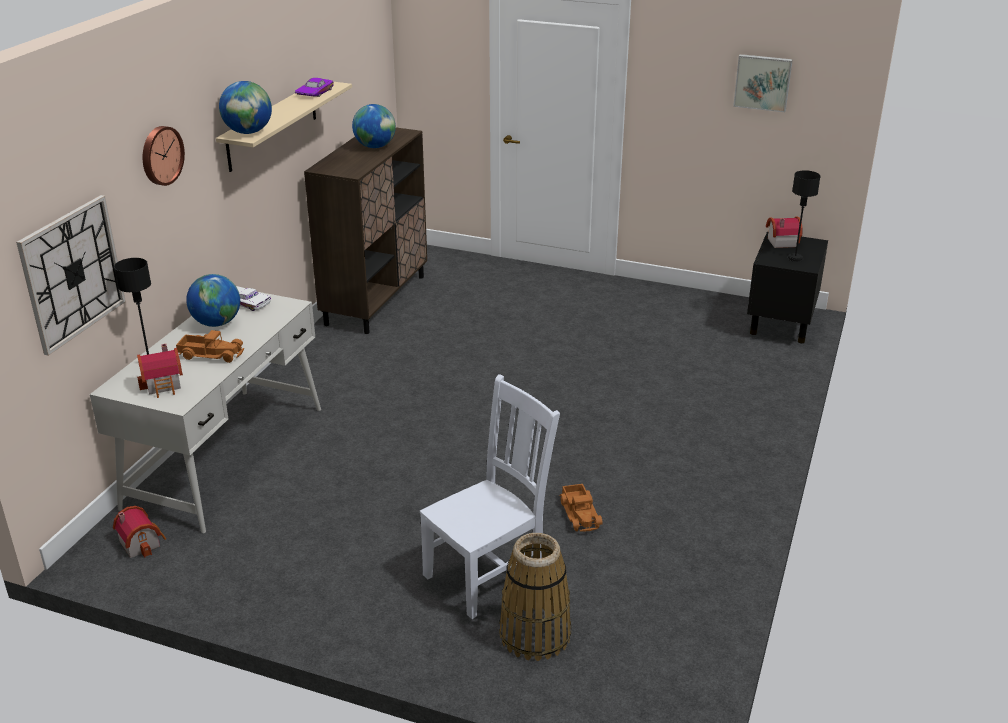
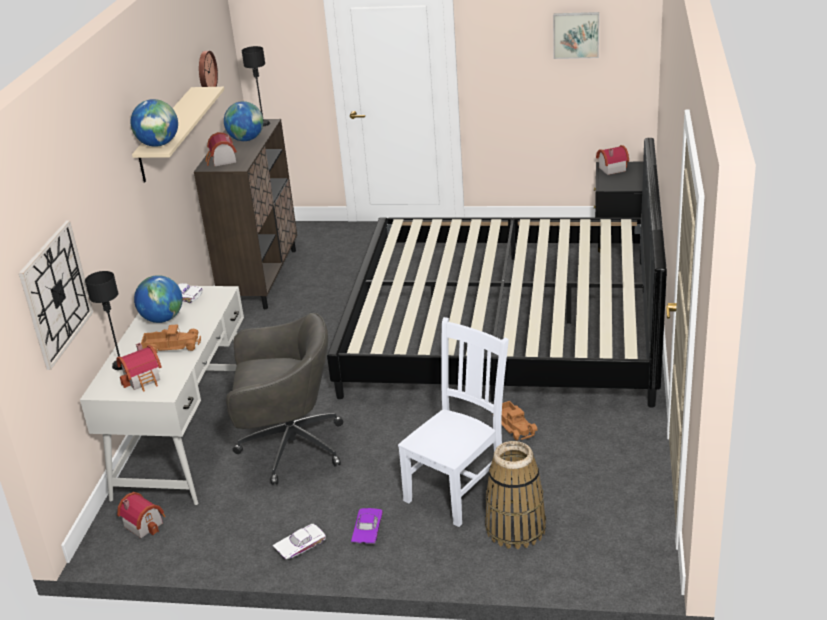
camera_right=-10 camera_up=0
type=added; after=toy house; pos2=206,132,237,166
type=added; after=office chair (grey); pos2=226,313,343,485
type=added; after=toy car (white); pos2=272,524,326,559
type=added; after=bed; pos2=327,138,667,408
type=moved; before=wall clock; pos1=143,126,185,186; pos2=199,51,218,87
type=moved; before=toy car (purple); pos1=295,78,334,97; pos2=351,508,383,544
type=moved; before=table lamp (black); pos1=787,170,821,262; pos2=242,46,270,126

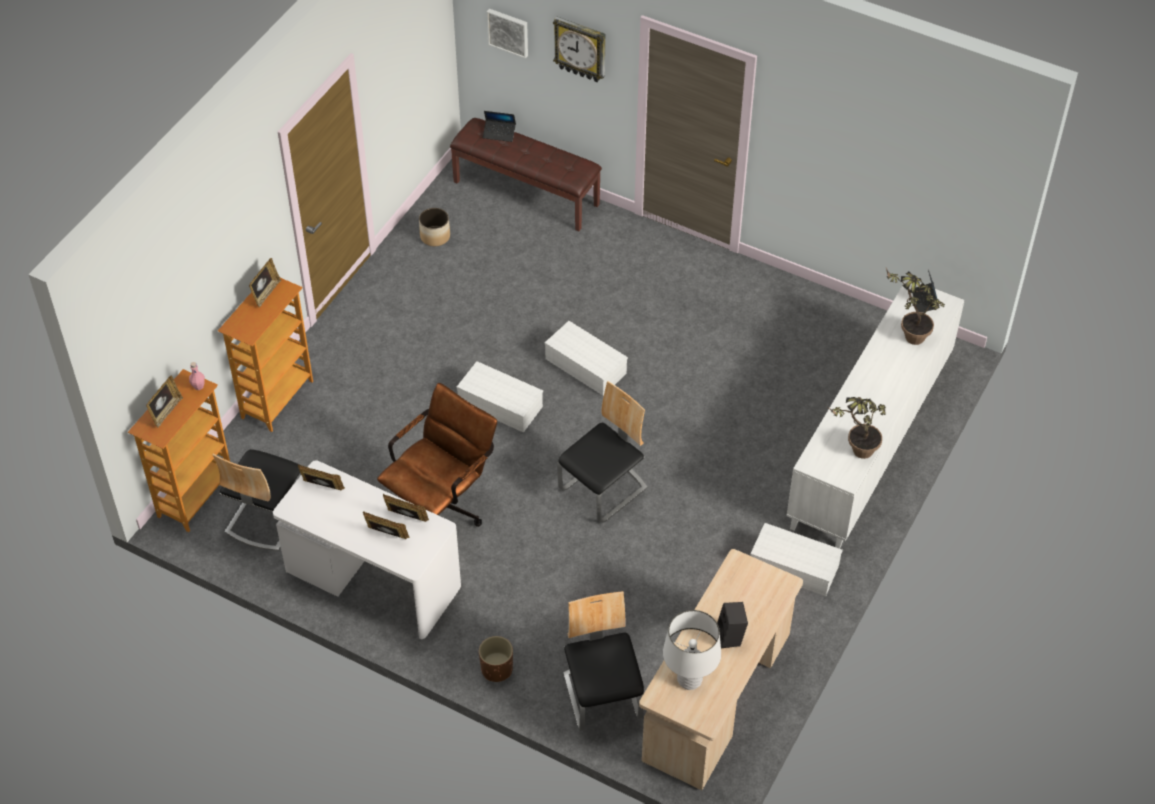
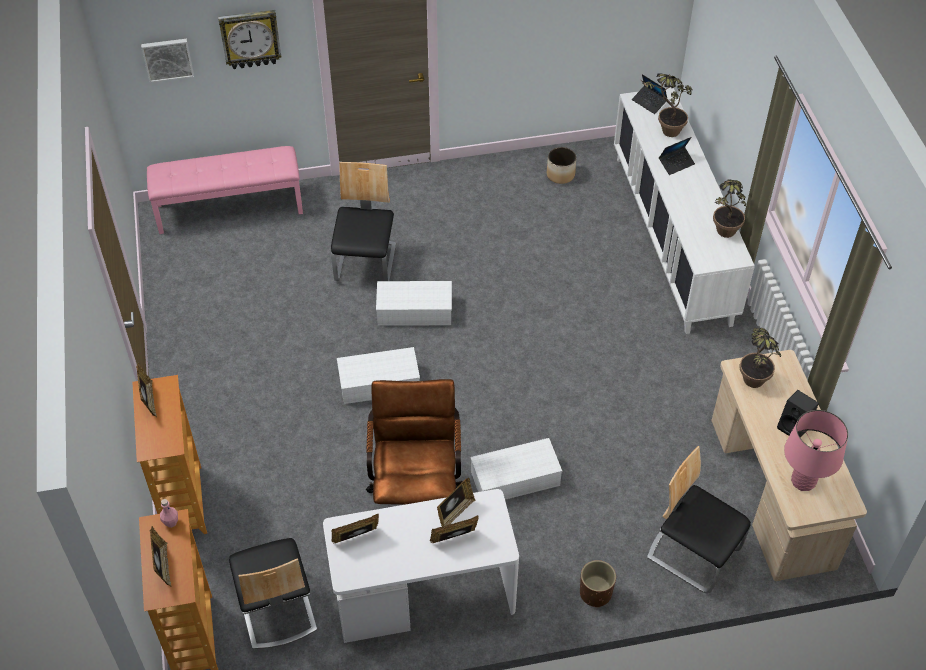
camera_right=-40 camera_up=0
type=added; after=potted plant; pos2=739,328,781,388
type=moved; before=planter; pos1=419,208,450,246; pos2=547,147,576,184
type=moved; before=laptop; pos1=483,111,516,142; pos2=659,137,695,175
type=moved; before=chair; pos1=557,381,648,523; pos2=331,162,396,281
type=moved; before=storage box (white); pos1=750,523,843,596; pos2=471,438,562,500
type=recoloured; before=bench (brown); after=bench (pink); pos1=450,118,602,231; pos2=147,146,303,234
type=recoloured; before=table lamp (white); after=table lamp (pink); pos1=663,610,721,690; pos2=784,410,848,491
type=turned; before=picture frame; pos1=383,494,429,522; pos2=437,478,475,527; turn=150

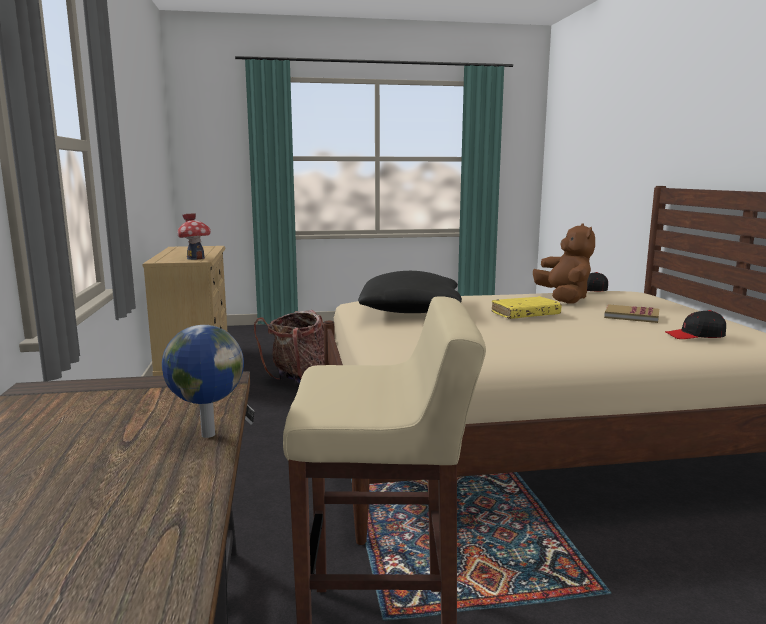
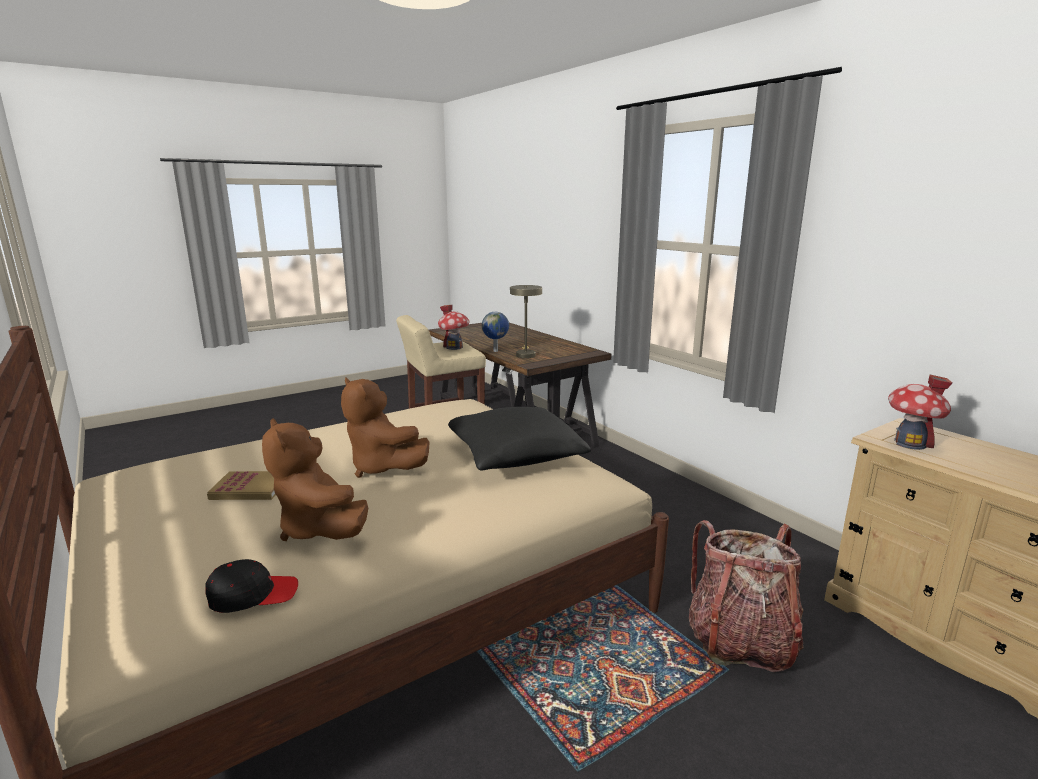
camera_right=155 camera_up=5
type=removed; before=cap (black); pos1=665,310,726,339
type=added; after=toy house; pos2=438,305,469,350
type=added; after=table lamp (beige); pos2=510,285,542,358
type=replaced; before=book (yellow); after=plush toy (brown); pos1=492,296,562,319; pos2=341,377,430,478

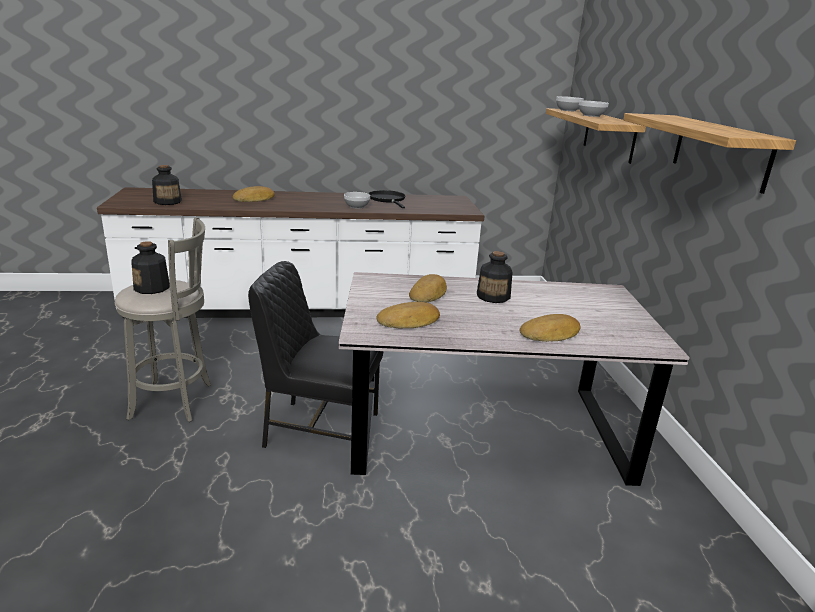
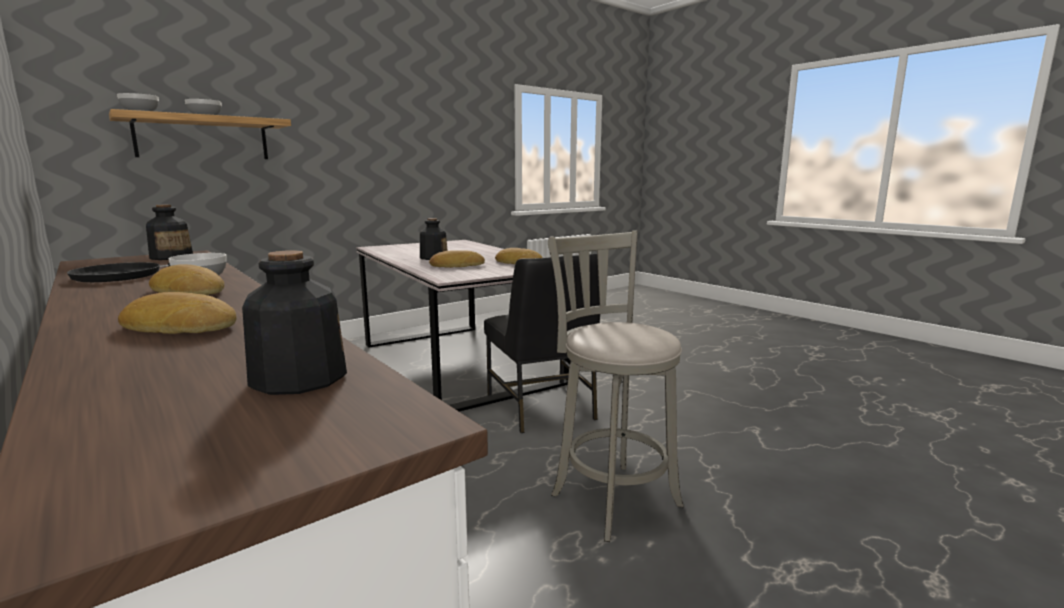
camera_right=-120 camera_up=-10
type=removed; before=shelf; pos1=623,113,796,194
type=moved; before=bottle; pos1=131,241,170,294; pos2=146,204,193,260
type=moved; before=bread; pos1=520,314,580,342; pos2=149,264,224,295

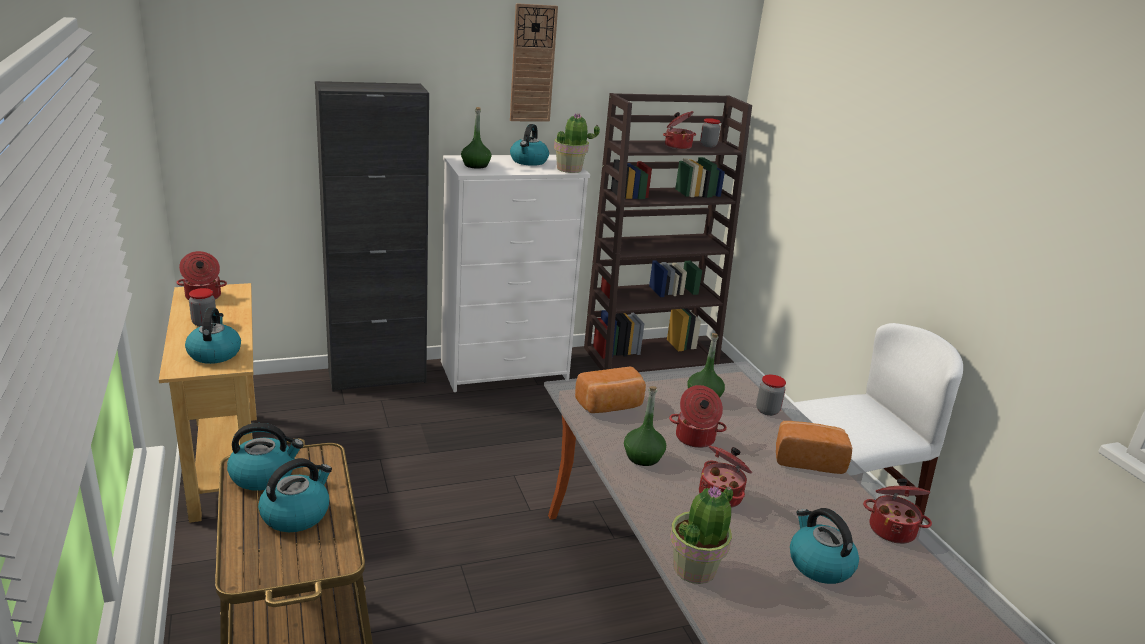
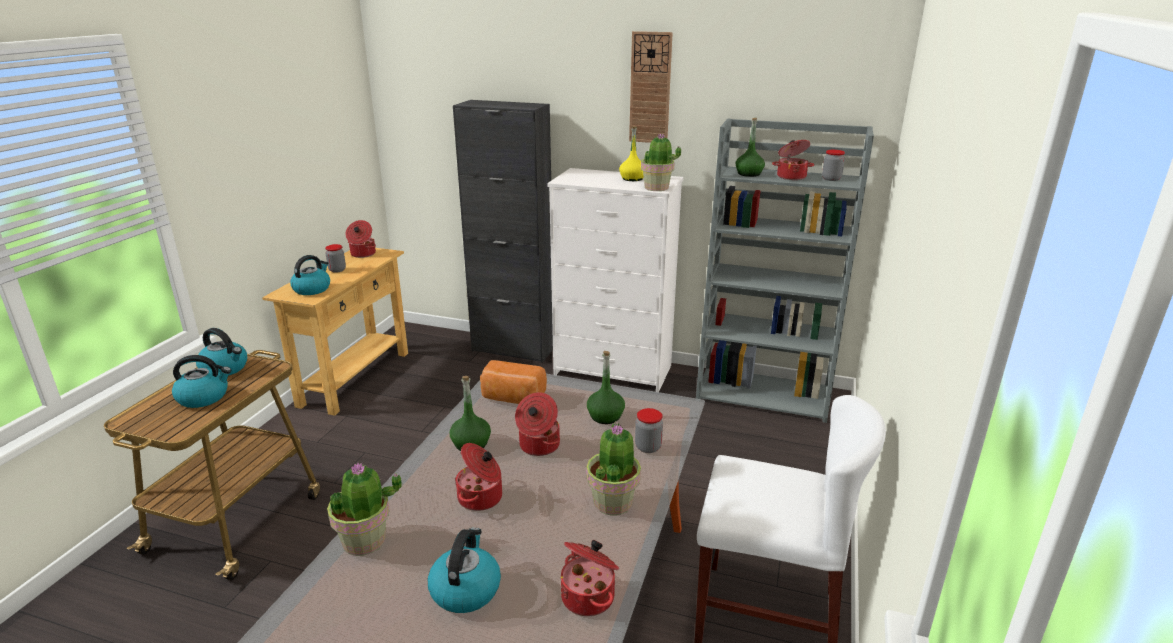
camera_right=40 camera_up=0
type=moved; before=bottle (green); pos1=461,107,492,169; pos2=735,118,765,177
type=replaced; before=kettle; after=bottle (yellow); pos1=510,124,549,166; pos2=619,126,644,181
type=replaced; before=bread; after=potted plant; pos1=776,421,852,474; pos2=586,422,641,516
type=recoloured; before=bookcase (brown); after=bookcase (grey); pos1=584,93,752,372; pos2=696,119,874,423

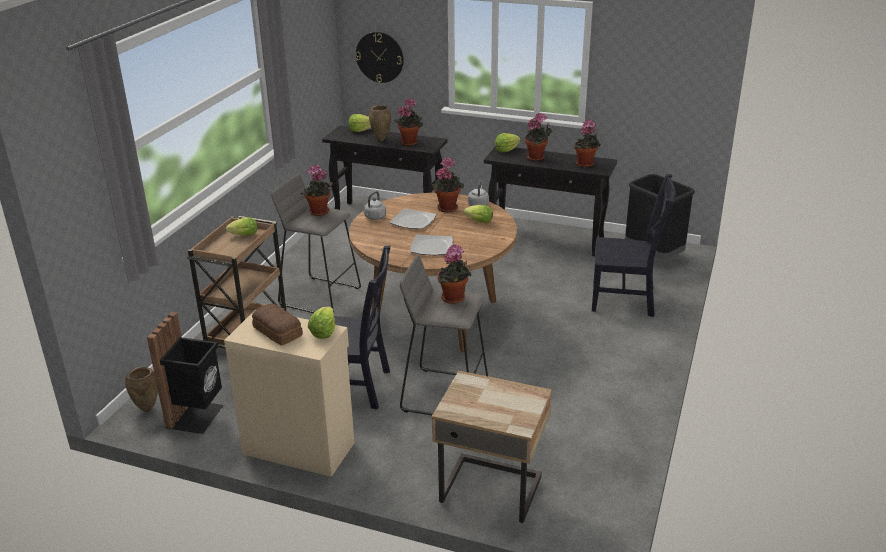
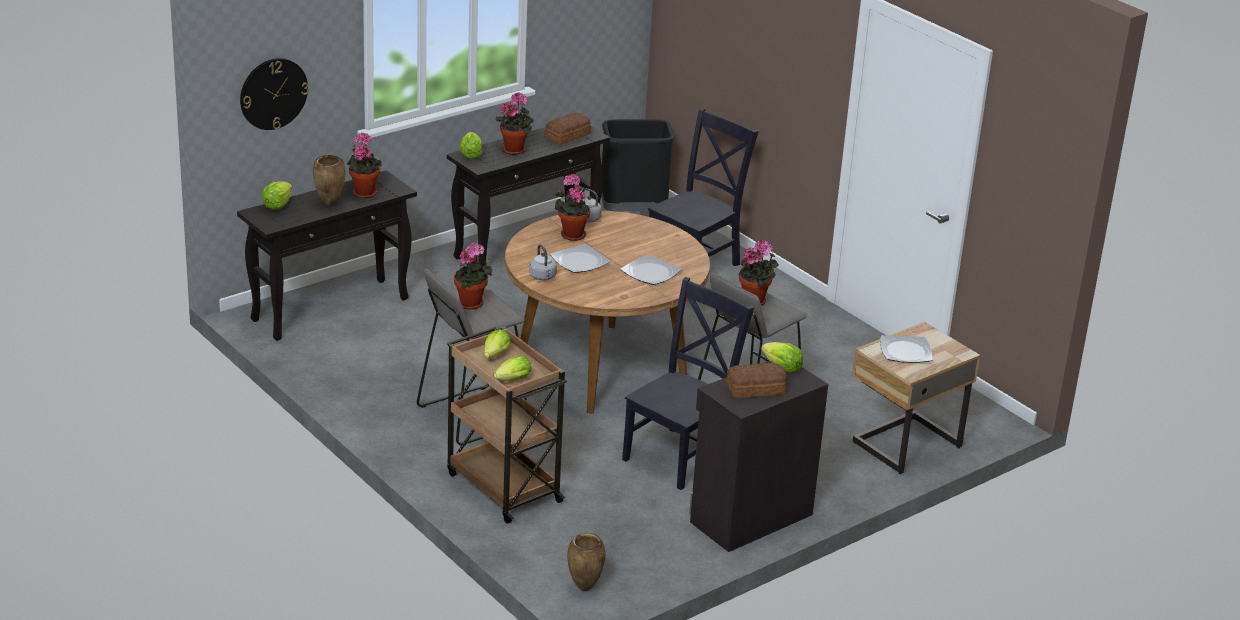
camera_right=-60 camera_up=0
type=removed; before=trash can (black); pos1=147,312,224,434
type=added; after=plate; pos2=880,335,932,363
type=moved; before=lettuce; pos1=464,205,493,223; pos2=494,355,531,381
type=replaced; before=potted plant; after=bread; pos1=574,120,600,167; pos2=544,113,591,145
type=recoloured; before=cabinet (beige); after=cabinet (black); pos1=224,309,355,477; pos2=689,361,828,552

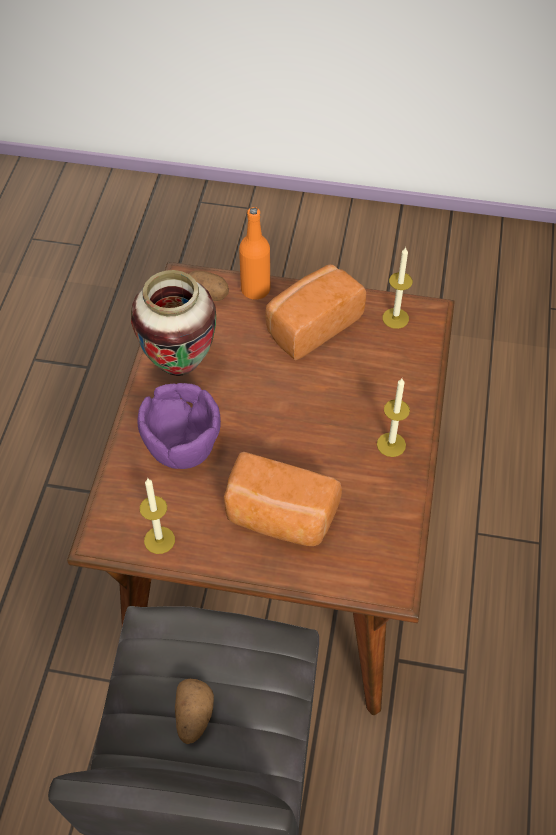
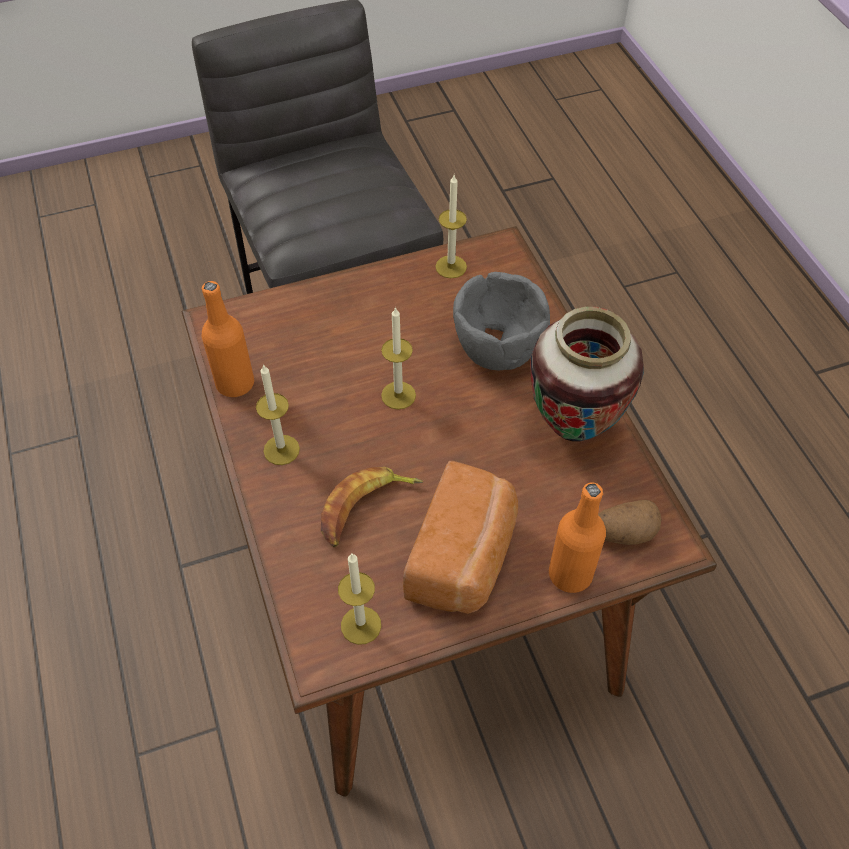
camera_right=150 camera_up=0
type=removed; before=potato; pos1=175,679,214,744
type=removed; before=bread; pos1=224,452,342,546
type=added; after=bottle (orange); pos2=201,281,254,397
type=added; after=banana; pos2=321,467,423,547
type=added; after=candle; pos2=381,307,416,409
type=recoloured; before=bowl (purple); after=bowl (grey); pos1=137,383,221,469; pos2=453,272,550,370

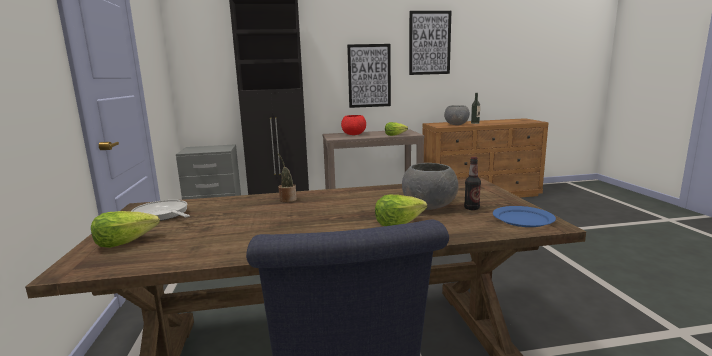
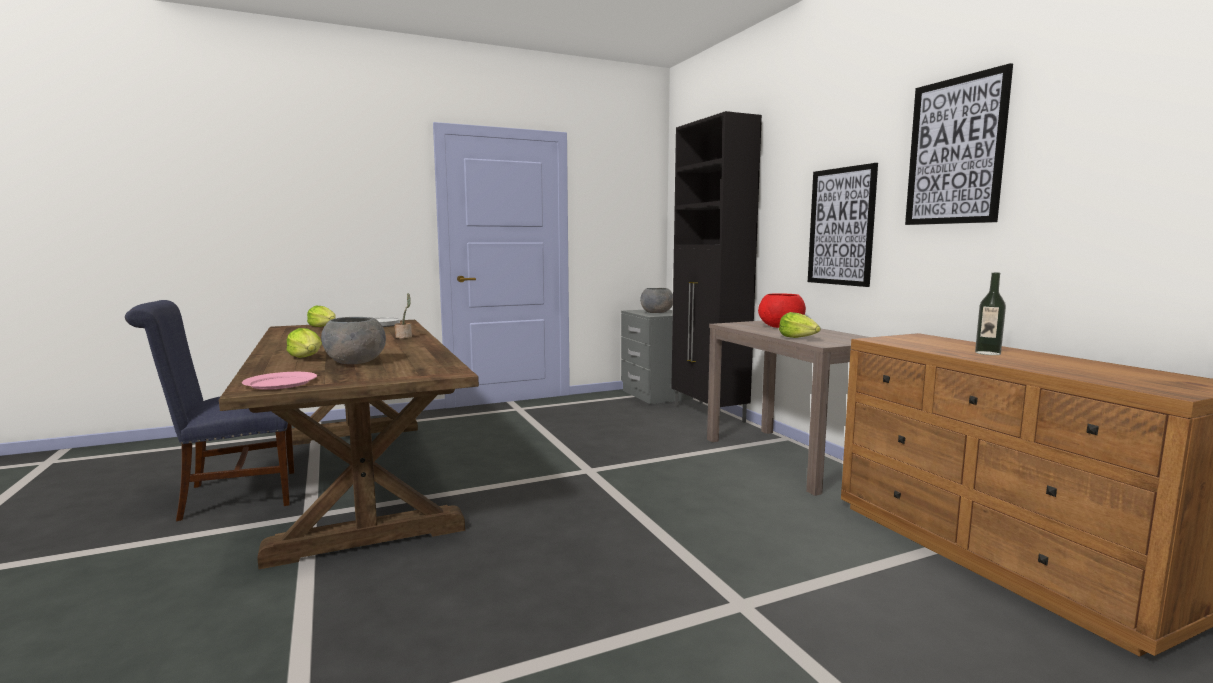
camera_right=75 camera_up=-5
type=removed; before=bottle; pos1=464,157,481,210
type=moved; before=bowl (grey); pos1=444,105,470,125; pos2=640,288,673,313
type=recoloured; before=plate (blue); after=plate (pink); pos1=493,206,556,227; pos2=242,372,317,390

